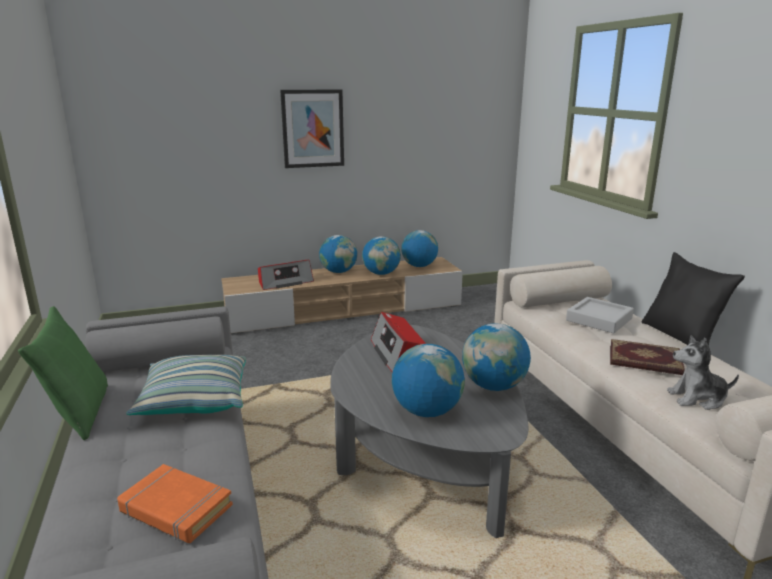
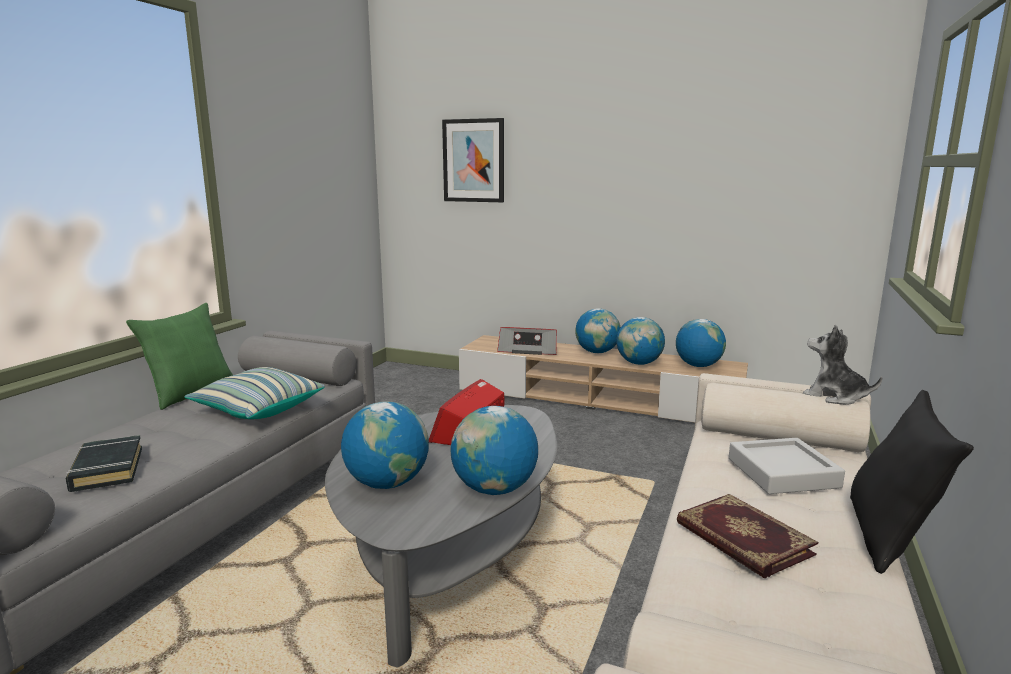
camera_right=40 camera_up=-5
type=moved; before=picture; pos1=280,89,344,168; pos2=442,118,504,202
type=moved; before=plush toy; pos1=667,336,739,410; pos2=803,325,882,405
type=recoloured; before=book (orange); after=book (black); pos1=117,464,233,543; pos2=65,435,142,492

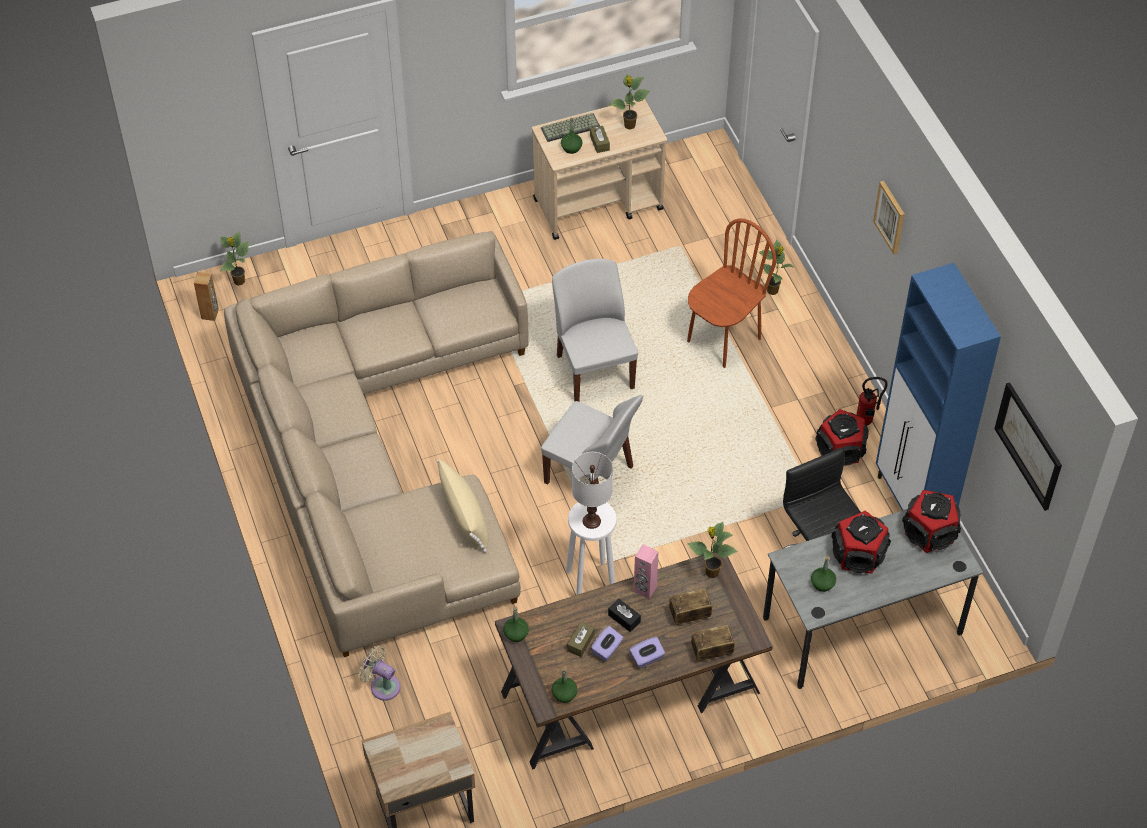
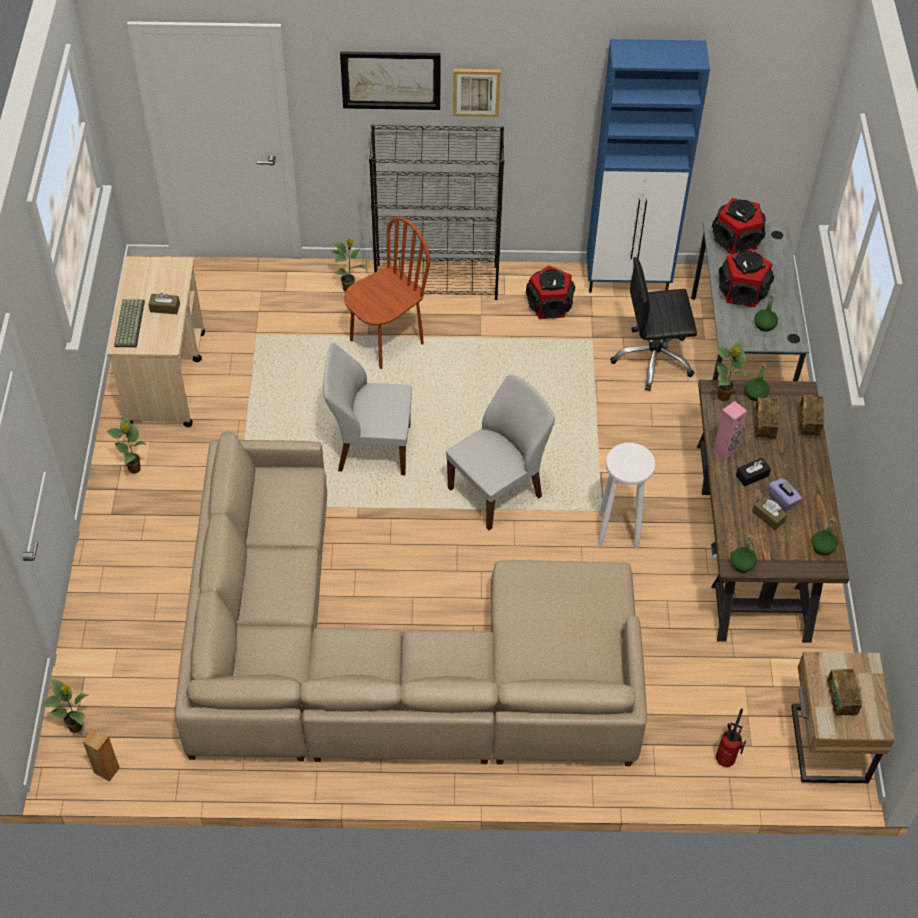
camera_right=-70 camera_up=0
type=removed; before=fan (beige); pos1=358,645,400,701
type=removed; before=pillow (beige); pos1=437,459,489,553
type=removed; before=table lamp (white); pos1=572,452,613,529
type=removed; before=tissue box (purple); pos1=629,637,665,668
type=added; after=bookcase (black); pos2=369,124,504,300
type=added; after=radio; pos2=827,669,862,716
type=moved; before=bottle (green); pos1=561,118,582,154; pos2=745,363,770,401
type=moved; before=potted plant; pos1=609,75,650,130; pos2=107,416,146,474
type=moved; before=fire extinguisher; pos1=856,377,888,425; pos2=716,708,746,767
type=moved; before=picture; pos1=994,382,1062,511; pos2=340,51,441,110
type=turned; before=chair (brown); pos1=687,219,776,368; pos2=344,217,430,369; turn=75

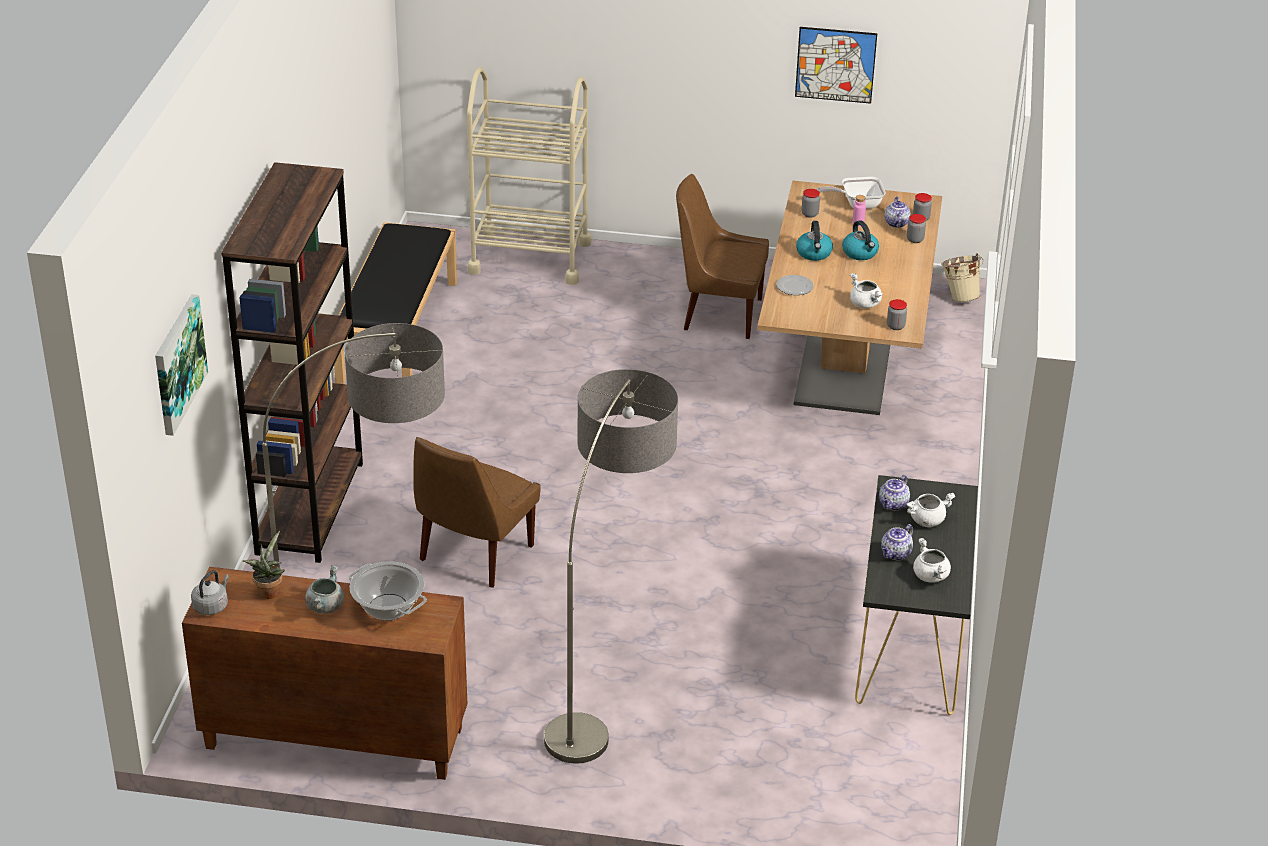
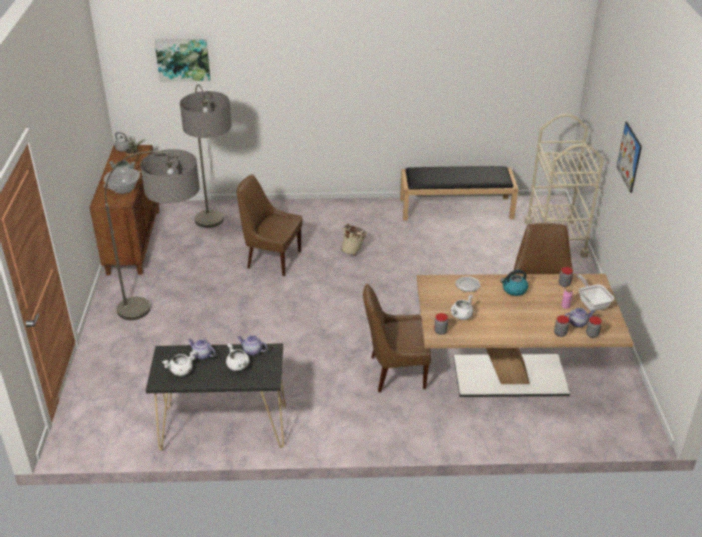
camera_right=80 camera_up=0
type=removed; before=bookcase (brown); pos1=221,162,363,563
type=removed; before=kettle; pos1=842,220,879,260
type=added; after=chair (brown); pos2=363,284,431,393
type=moved; before=picture; pos1=795,27,877,104; pos2=617,121,642,193
type=moved; before=bucket (beige); pos1=941,253,983,302; pos2=341,224,367,255

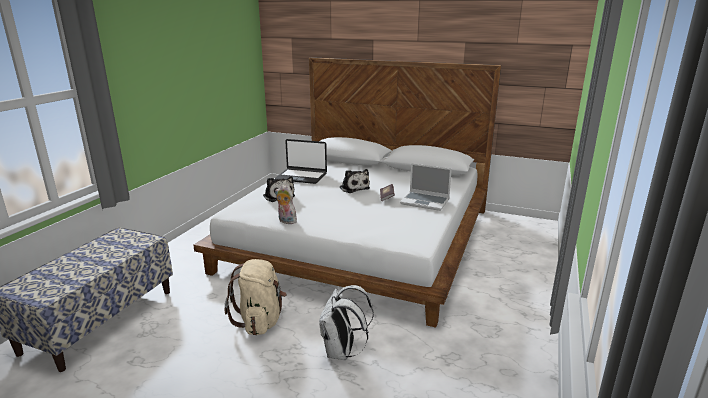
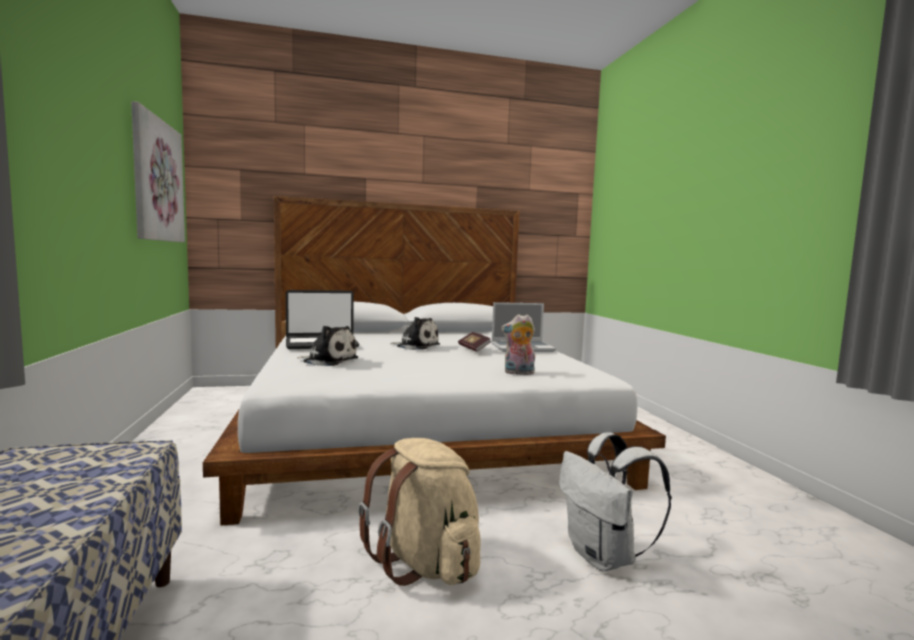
camera_right=-35 camera_up=-15
type=added; after=picture; pos2=131,101,185,242
type=moved; before=plush toy; pos1=275,185,298,224; pos2=501,314,535,375

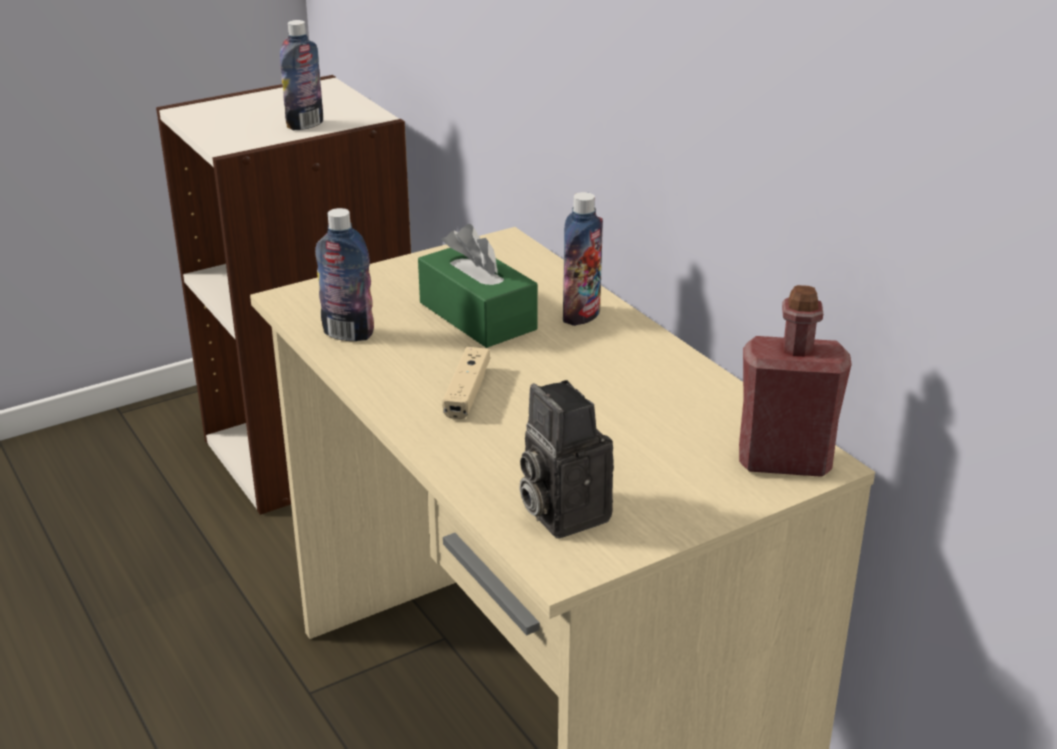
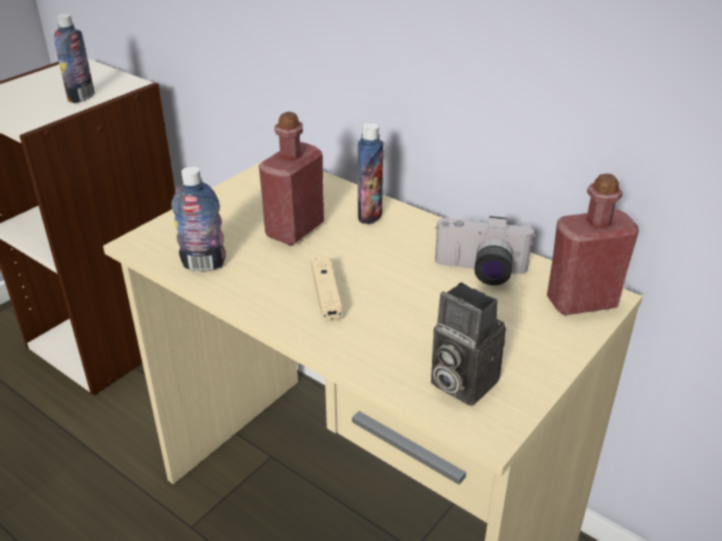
camera_right=-20 camera_up=5
type=added; after=photo camera; pos2=435,216,535,285
type=replaced; before=tissue box (green); after=bottle (red); pos1=418,224,538,348; pos2=259,112,324,245

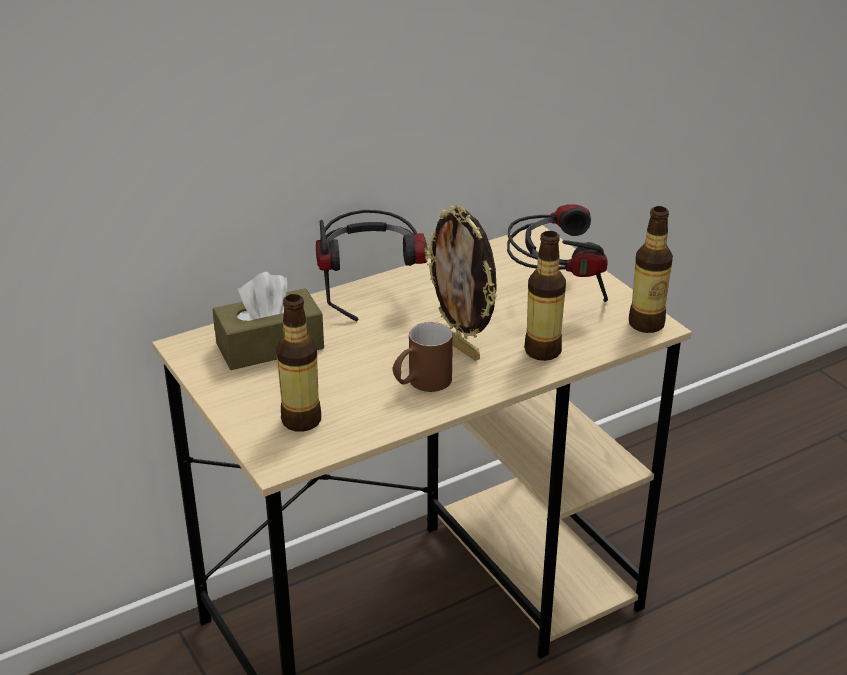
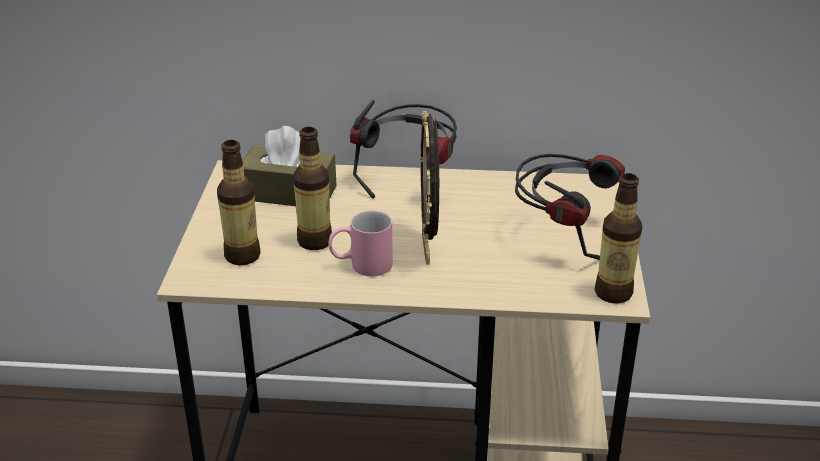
camera_right=35 camera_up=0
type=moved; before=bottle; pos1=524,231,566,361; pos2=293,127,332,250
type=recoloured; before=mug (brown); after=mug (pink); pos1=392,322,453,392; pos2=329,210,393,276

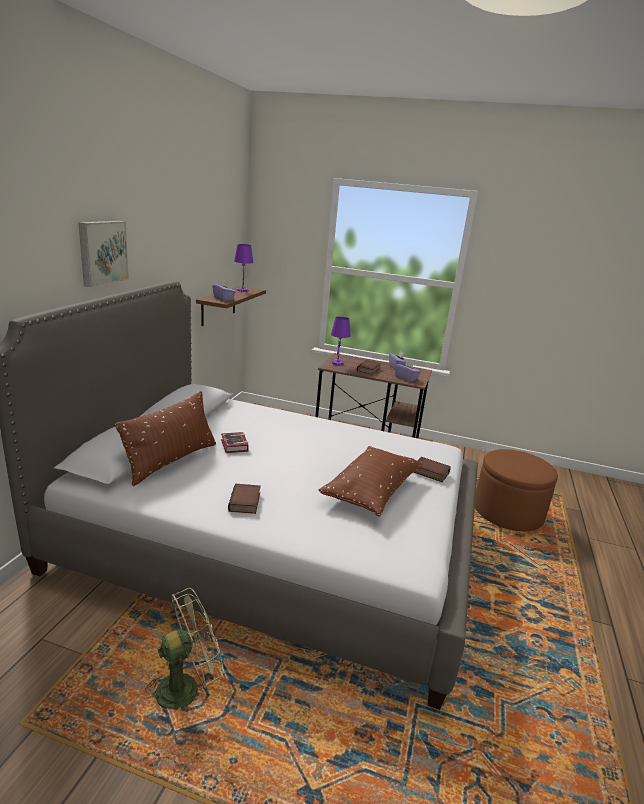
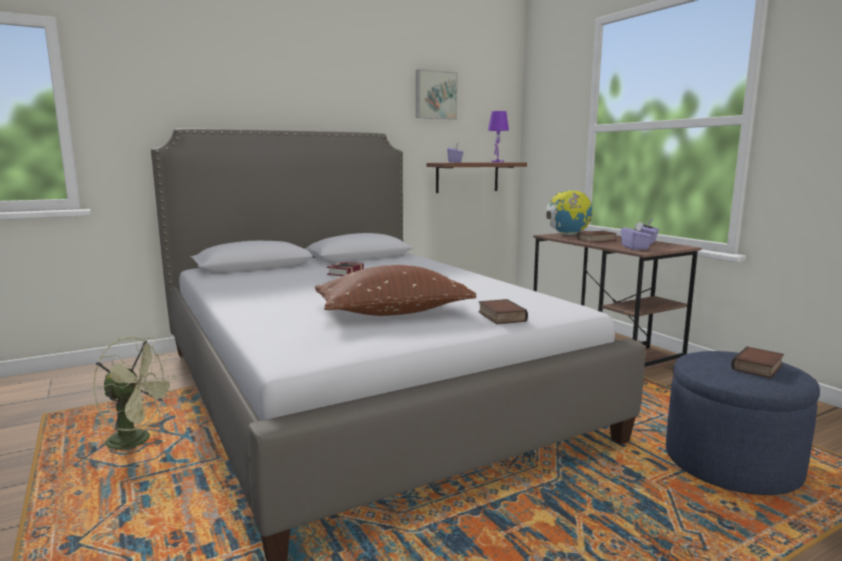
camera_right=45 camera_up=-10
type=removed; before=pillow (brown); pos1=115,391,216,486
type=moved; before=picture; pos1=78,221,129,287; pos2=416,69,458,119
type=moved; before=book; pos1=228,484,261,514; pos2=731,347,784,378
type=replaced; before=table lamp (purple); after=globe; pos1=331,316,350,365; pos2=546,190,593,235
type=recoloured; before=ottoman (brown); after=ottoman (blue); pos1=475,449,558,531; pos2=666,351,820,495

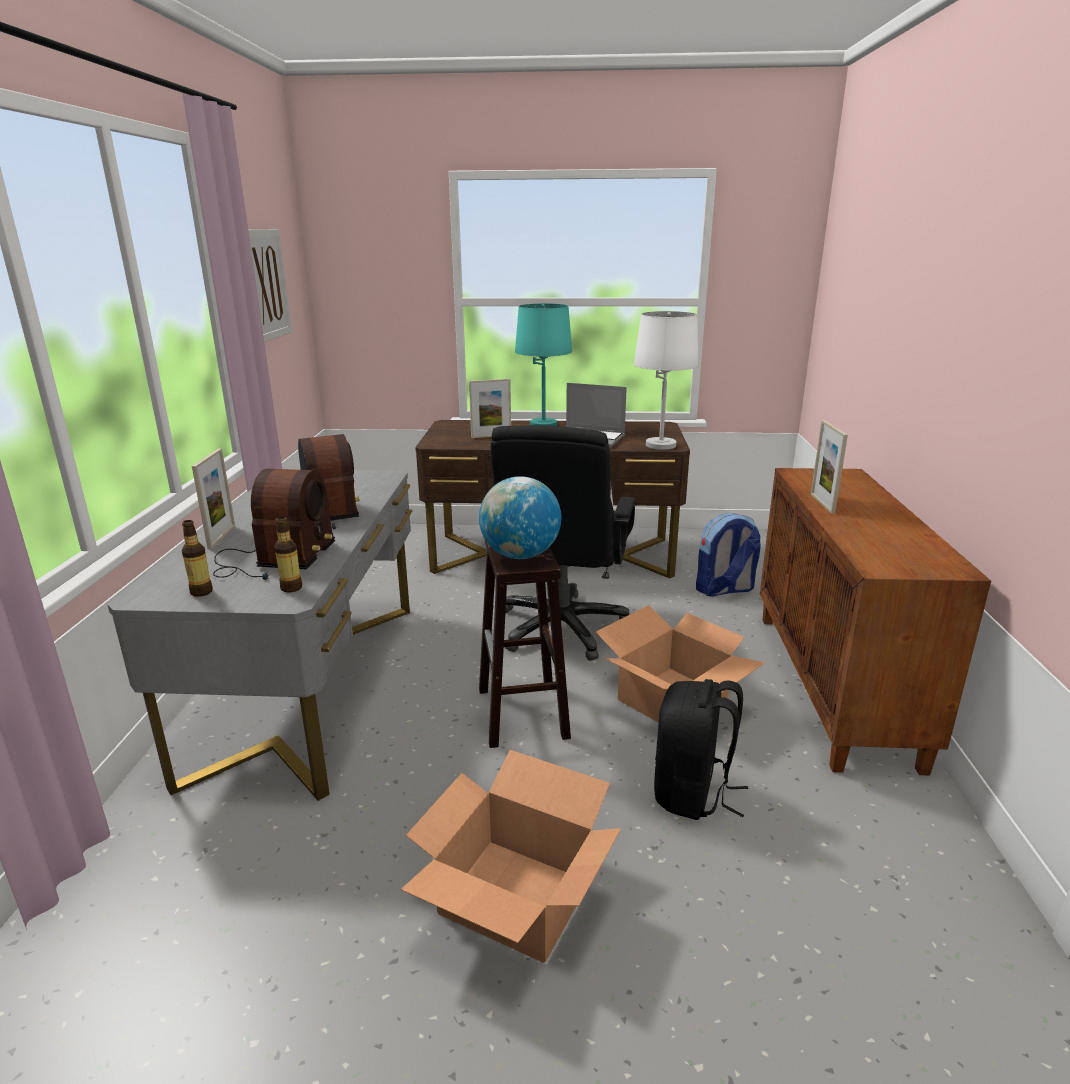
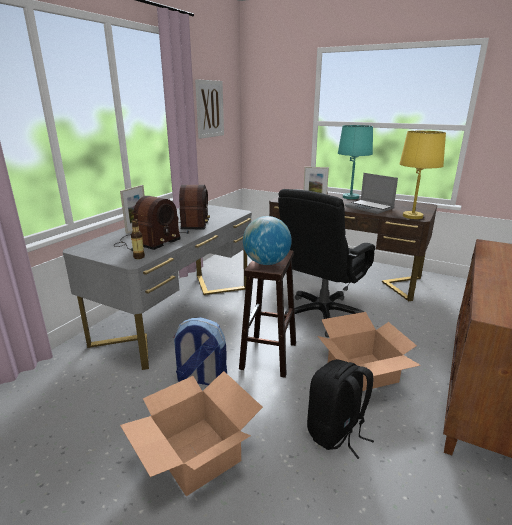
camera_right=25 camera_up=0
type=removed; before=bottle; pos1=182,520,213,597
type=removed; before=picture frame; pos1=811,420,848,514
type=moved; before=backpack; pos1=696,513,761,597; pos2=173,317,227,385
type=recoloured; before=table lamp (white); after=table lamp (yellow); pos1=634,311,699,450; pos2=399,131,446,219

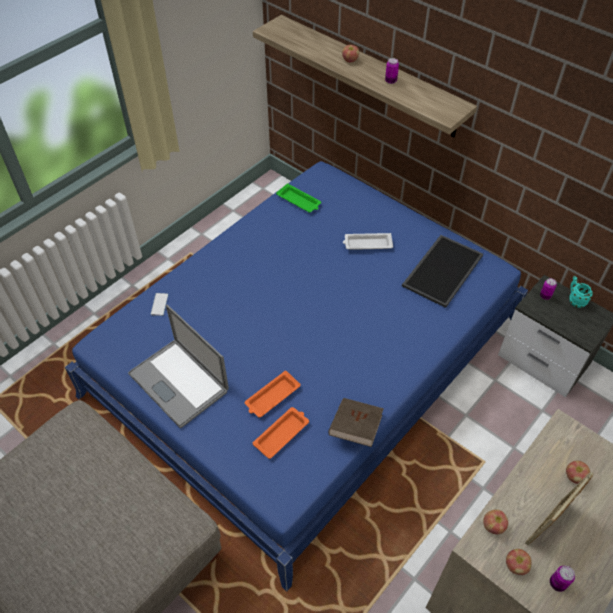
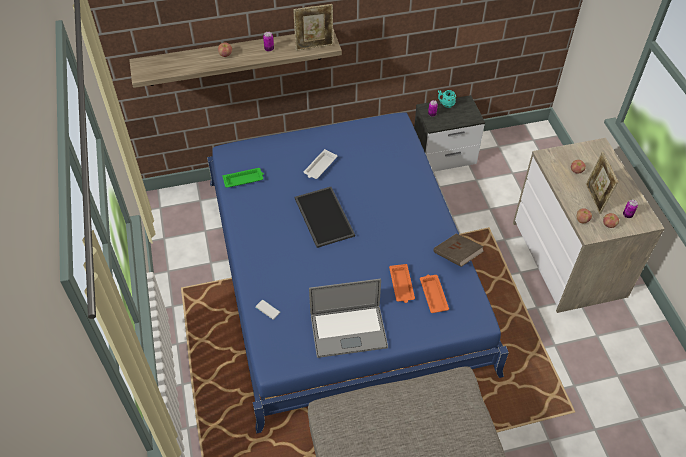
camera_right=-55 camera_up=0
type=added; after=picture frame; pos2=293,4,333,51
type=moved; before=tray; pos1=402,235,483,308; pos2=294,187,355,248

